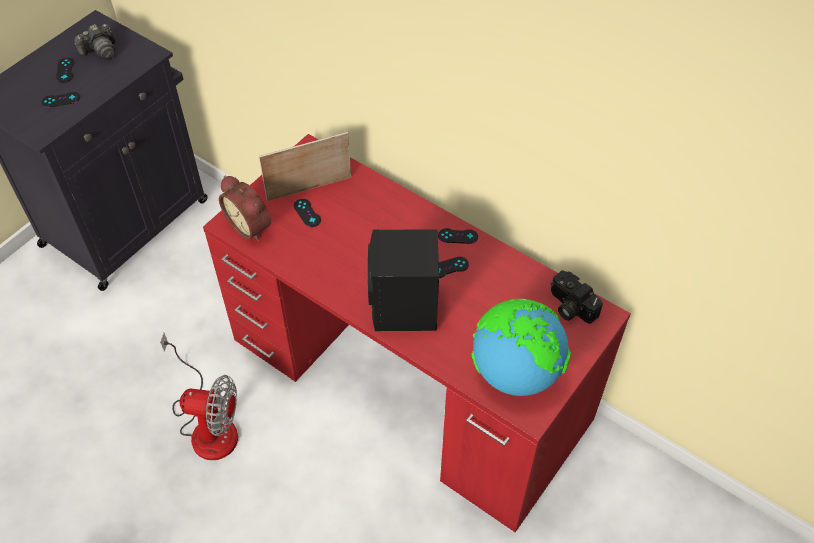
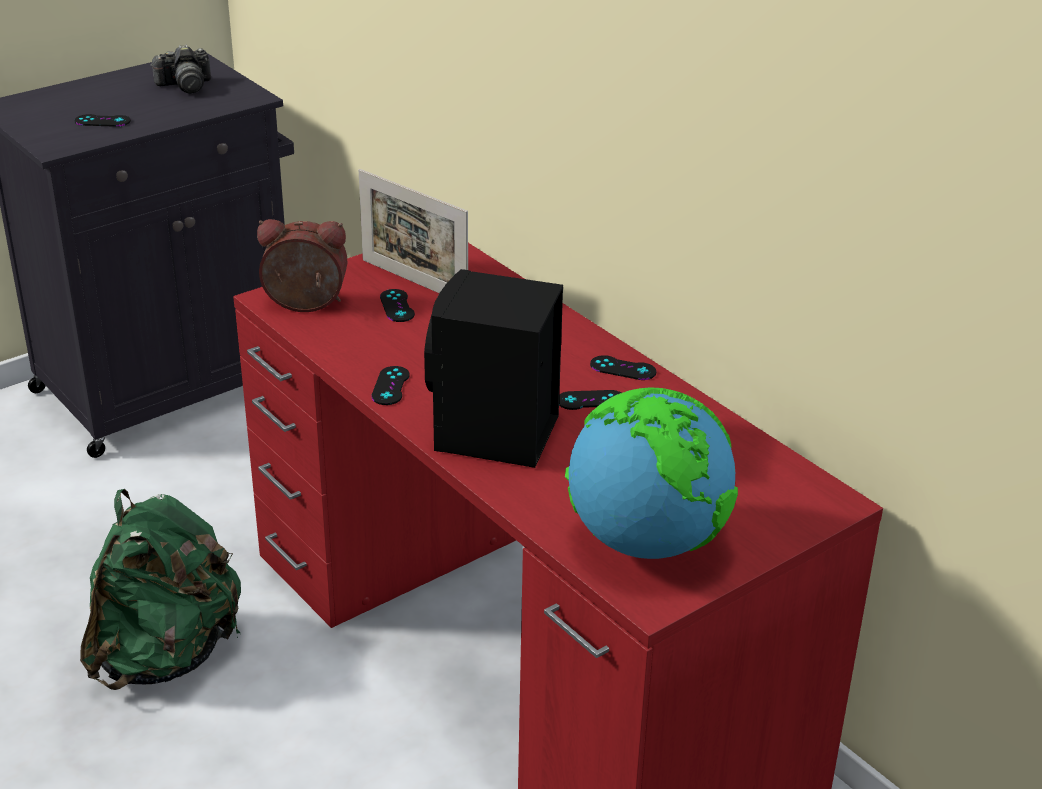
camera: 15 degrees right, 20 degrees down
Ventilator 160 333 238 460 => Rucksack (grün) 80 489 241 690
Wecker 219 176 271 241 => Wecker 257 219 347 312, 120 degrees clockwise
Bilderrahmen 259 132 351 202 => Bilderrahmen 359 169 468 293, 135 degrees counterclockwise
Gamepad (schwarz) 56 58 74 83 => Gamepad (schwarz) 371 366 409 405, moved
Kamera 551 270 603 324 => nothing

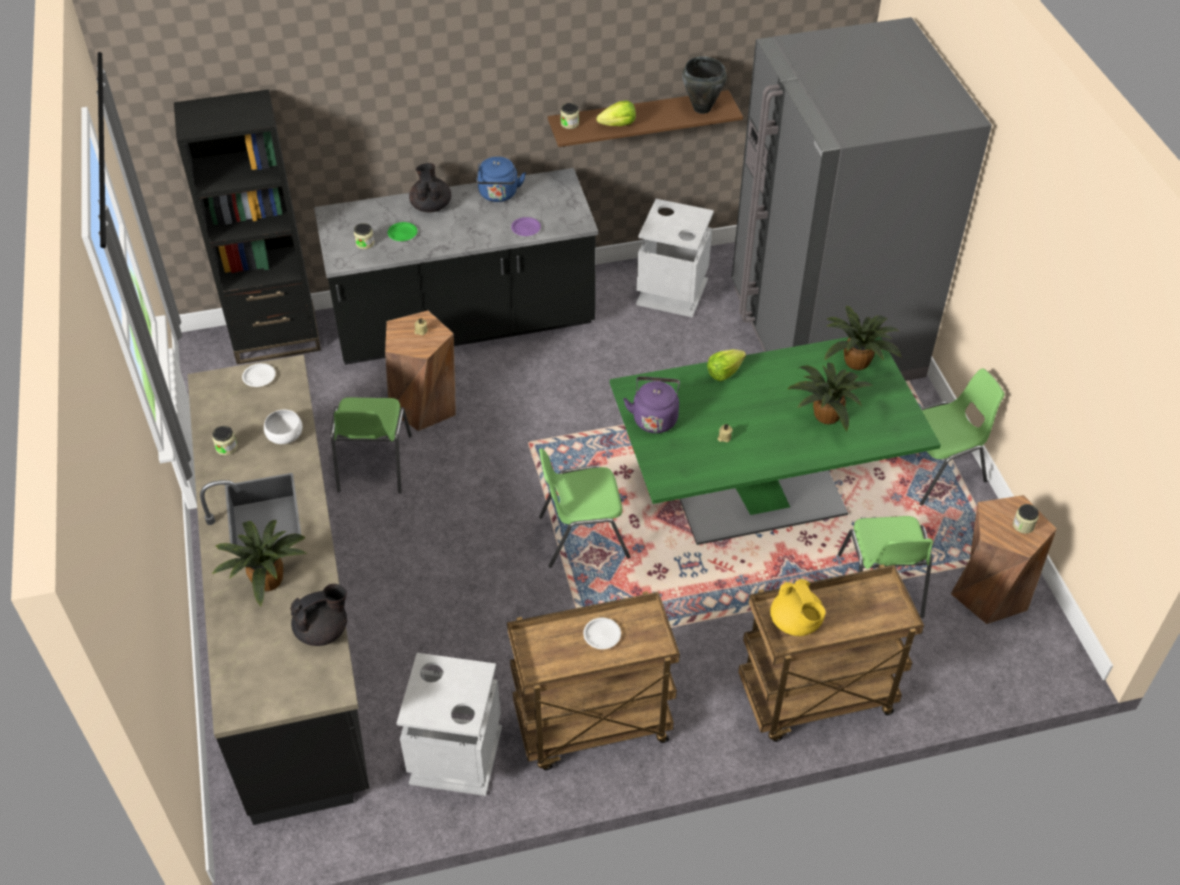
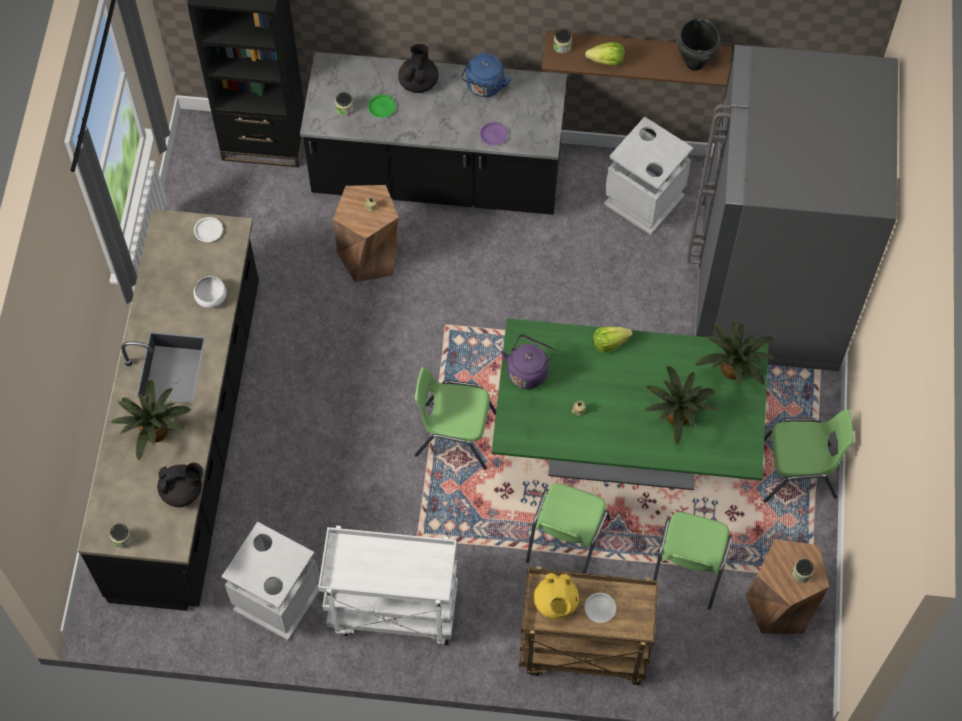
camera: 20 degrees right, 15 degrees up
Vorratsglas 212 426 238 456 => Vorratsglas 110 524 132 548, moved
Rollwagen (braun) 507 591 680 770 => Rollwagen (weiß) 318 526 458 645
Stuhl (grün) 331 397 412 493 => Stuhl (grün) 526 483 610 574, moved
Teller (weiß) 583 618 621 649 => Teller (weiß) 585 593 616 623, moved

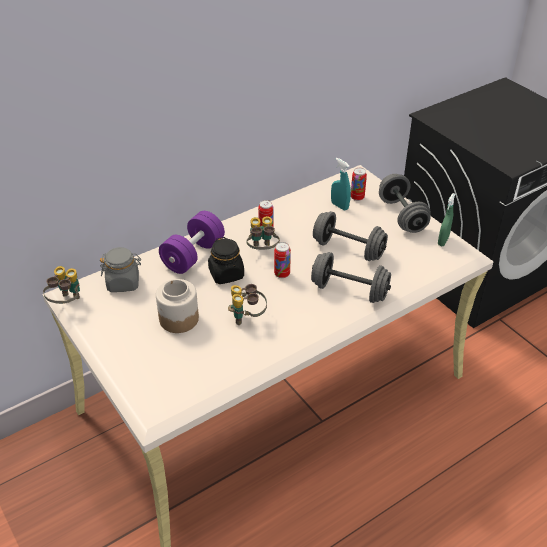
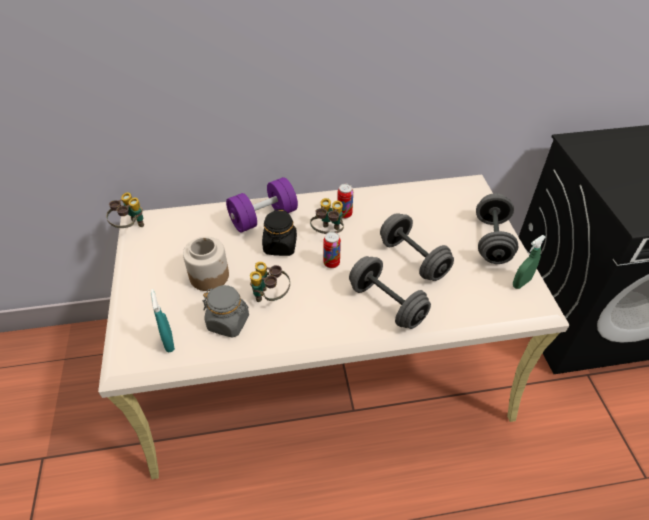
camera: 25 degrees right, 5 degrees up
Sprühflasche (türkis) 331 158 351 210 => Sprühflasche (türkis) 151 289 175 352, moved
Vorratsglas (grau) 100 247 141 292 => Vorratsglas (grau) 202 285 249 338, moved
Dose 351 168 367 201 => nothing

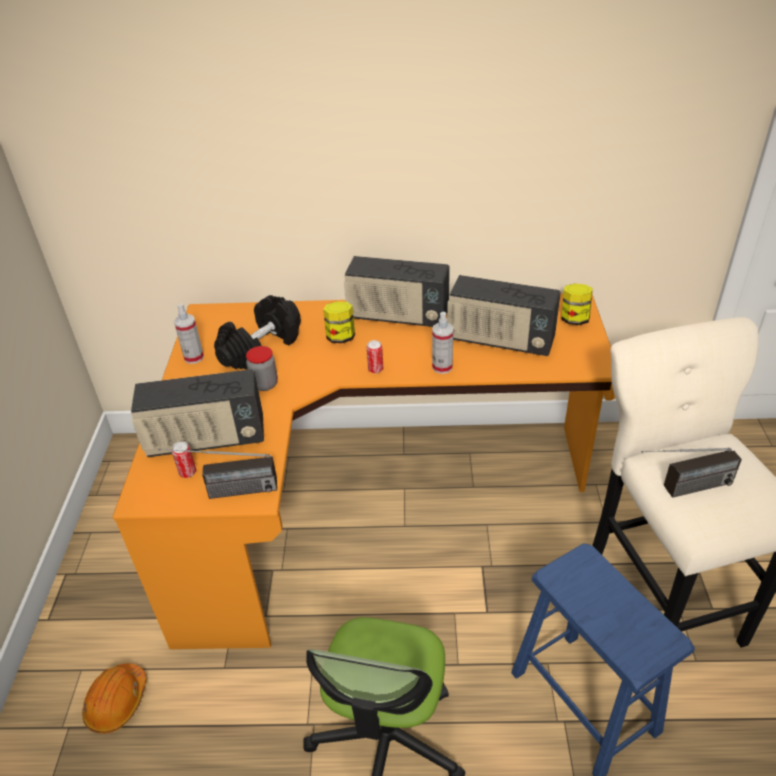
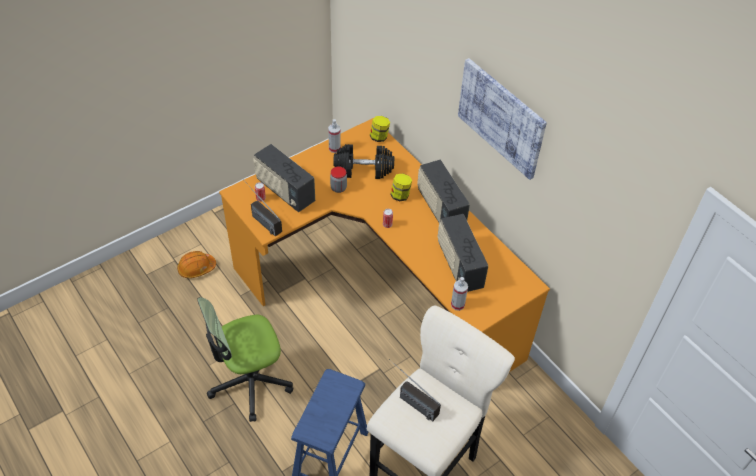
camera: 50 degrees right, 10 degrees up
Vorratsglas 561 283 593 325 => Vorratsglas 370 116 390 142, moved
Sprühflasche 432 312 454 374 => Sprühflasche 451 277 468 311, moved
nothing => Bild 458 58 547 180

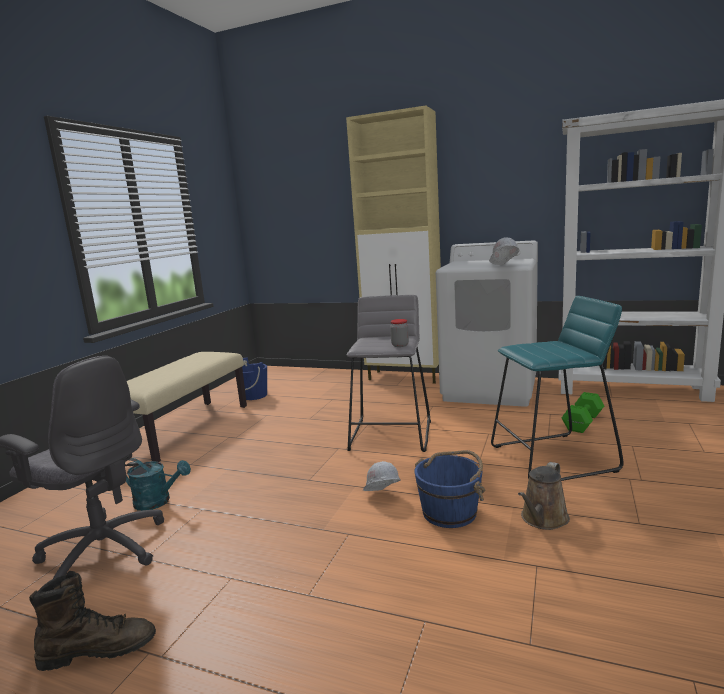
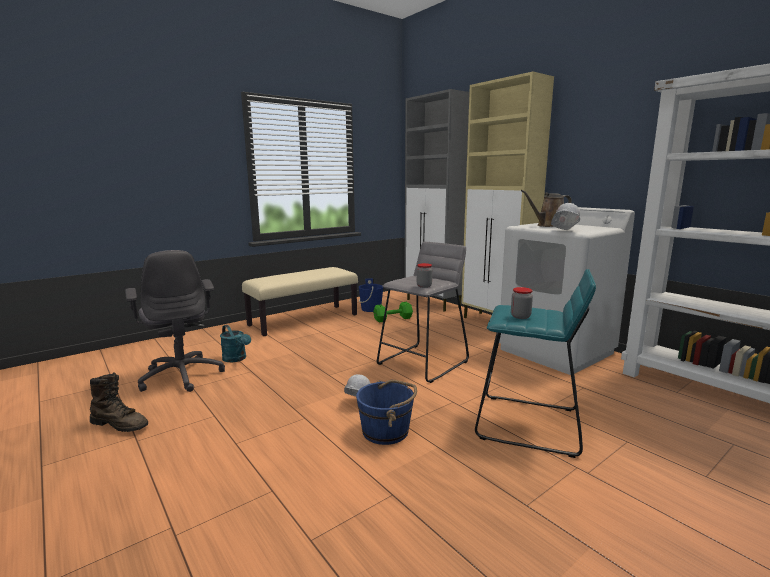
camera: 30 degrees right, 0 degrees up
Hantel (grün) 562 392 604 433 => Hantel (grün) 373 302 413 323, moved
nothing => Schrank (grau) 405 89 470 312
nothing => Vorratsglas 511 287 533 319
Gießkanne (braun) 518 462 570 530 => Gießkanne (braun) 521 190 572 227, moved

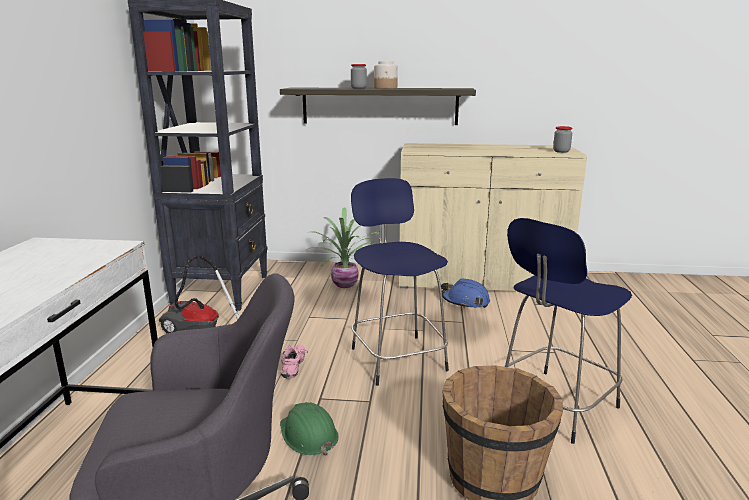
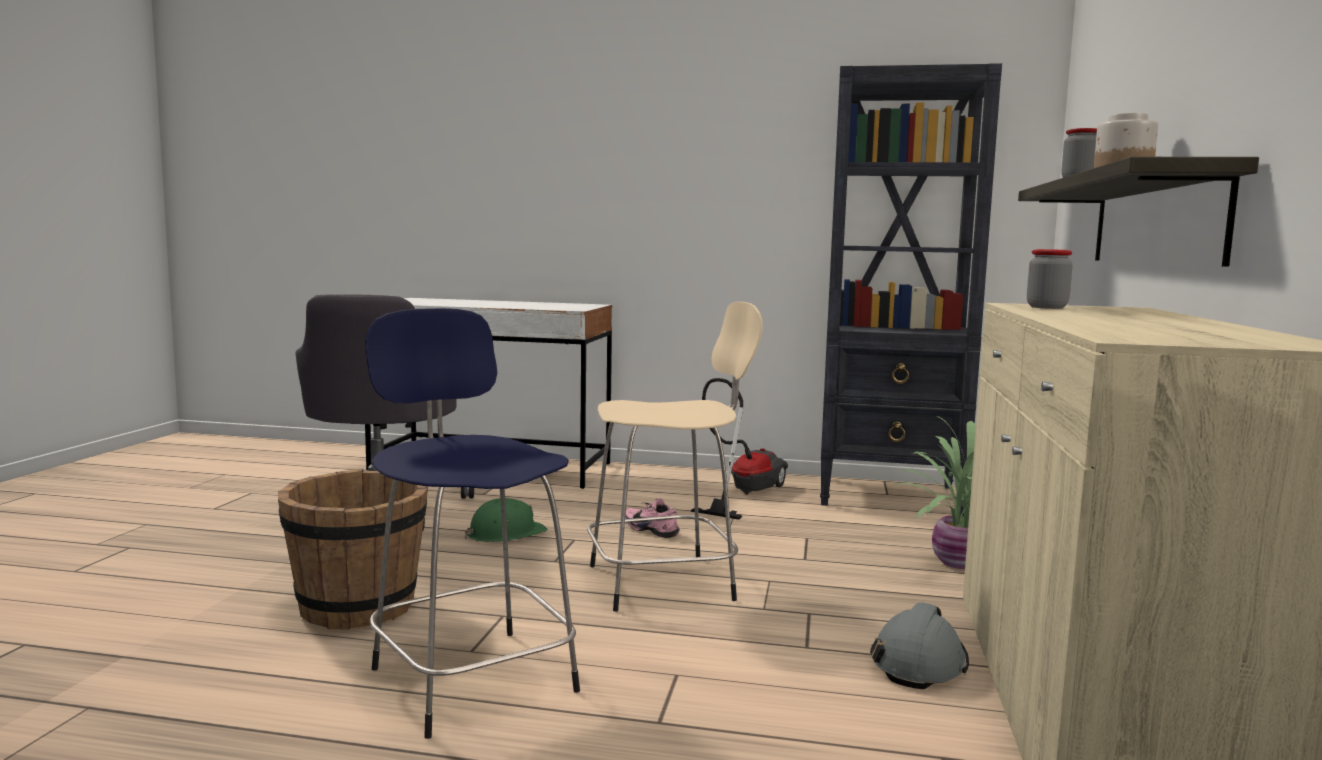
camera: 95 degrees right, 10 degrees down
Hocker (blau) 351 178 449 386 => Hocker (beige) 587 302 762 612
Schuh (rosa) 281 345 309 379 => Schuh (rosa) 625 498 680 538, 150 degrees counterclockwise
Schutzhelm (blau) 441 278 490 308 => Schutzhelm (grau) 870 602 969 689
Vorratsglas 553 126 572 153 => Vorratsglas 1027 249 1073 309, moved

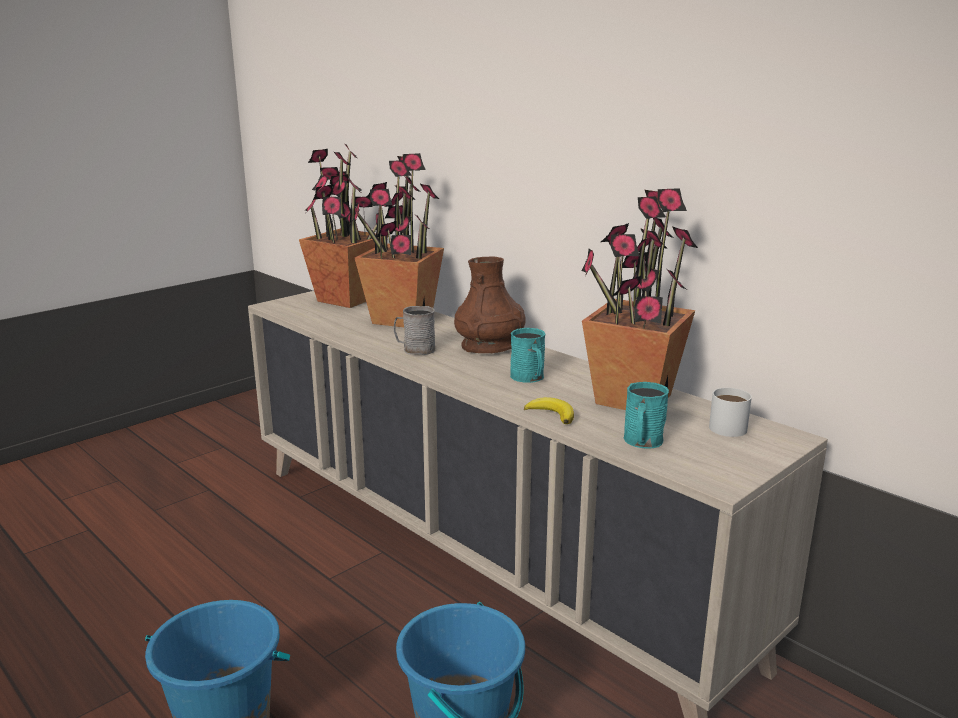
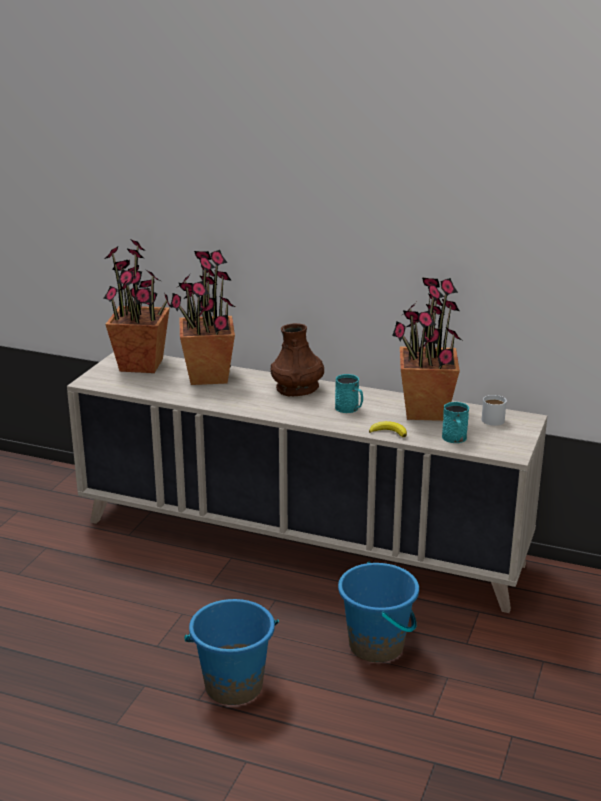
camera: 25 degrees left, 5 degrees up
Henkelbecher (grau) 394 306 435 355 => nothing

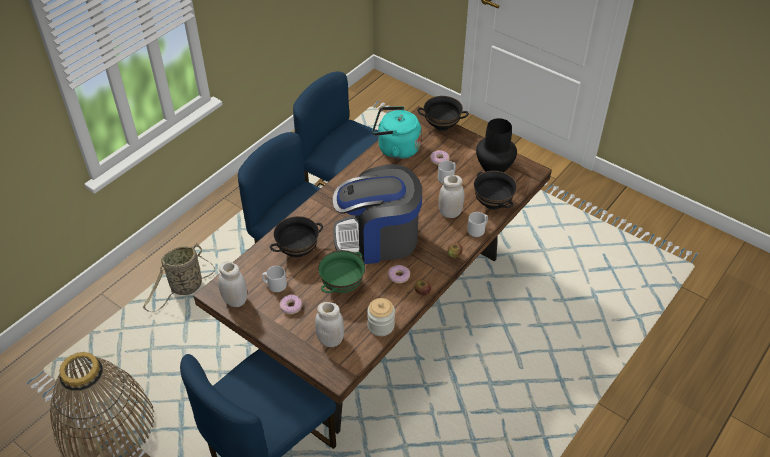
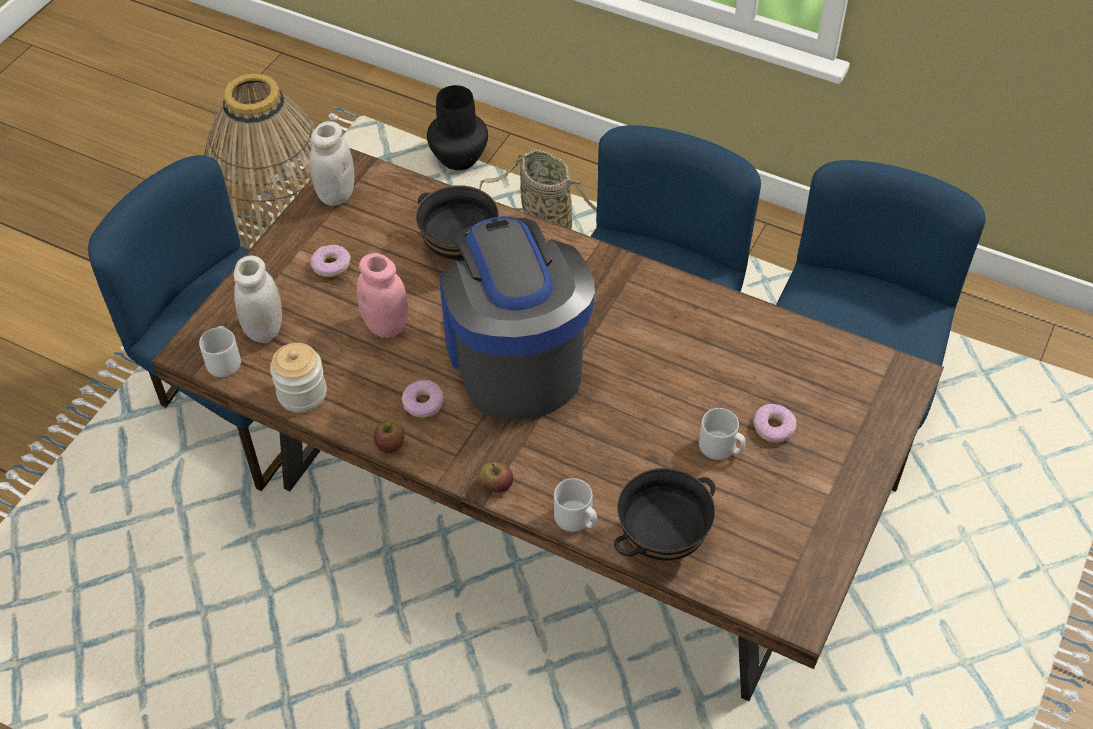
camera: 80 degrees right, 5 degrees up
Henkelbecher (grau) 262 266 287 292 => Henkelbecher (grau) 199 326 241 377, moved
Schüssel (grün) 318 250 365 293 => Vorratsglas (rosa) 357 253 408 338
Vase (schwarz) 476 118 517 172 => Vase (schwarz) 427 85 488 170, moved
Wasserkessel (türkis) 372 106 421 159 => nothing
Schüssel (schwarz) 417 96 469 131 => nothing
Vorratsglas (weiß) 438 175 464 218 => nothing

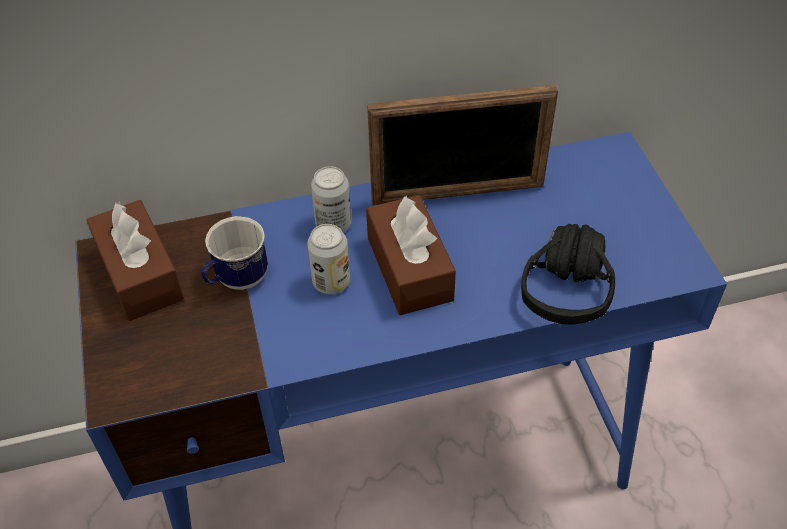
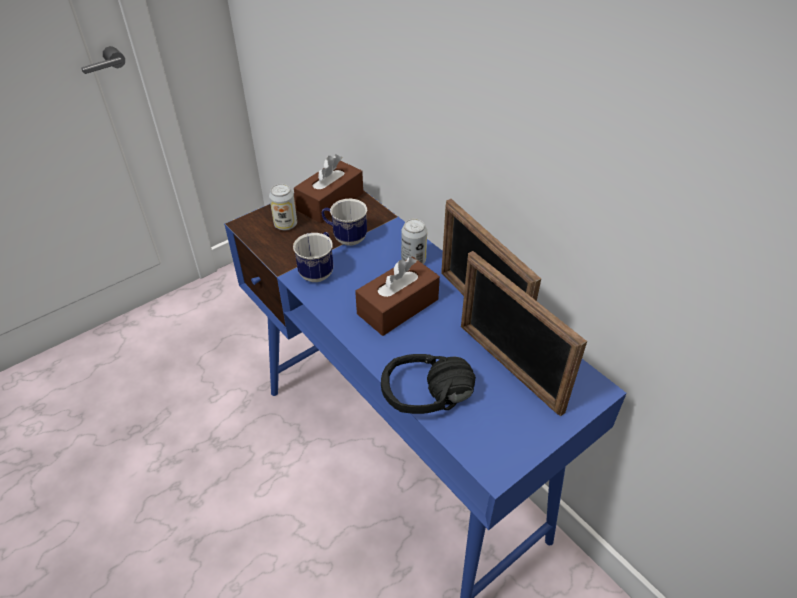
camera: 65 degrees right, 5 degrees down
Dose 307 224 350 294 => Dose 269 184 297 230, moved
nothing => Henkelbecher 293 232 333 282
nothing => Bilderrahmen 461 251 587 416

